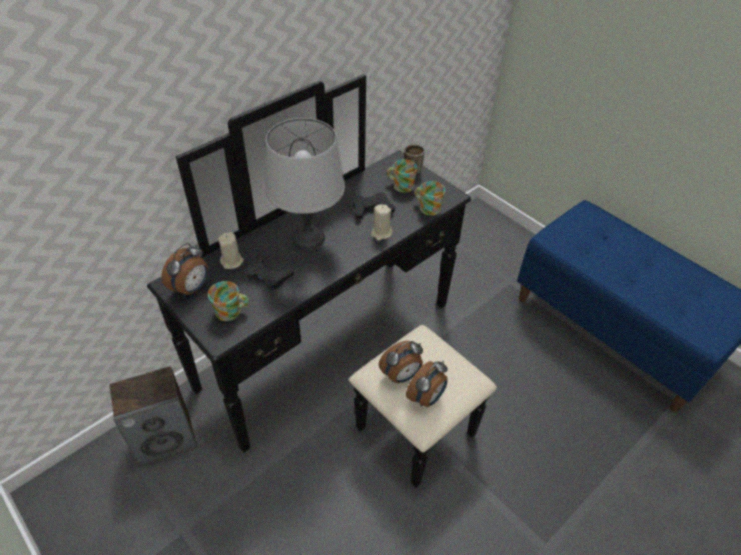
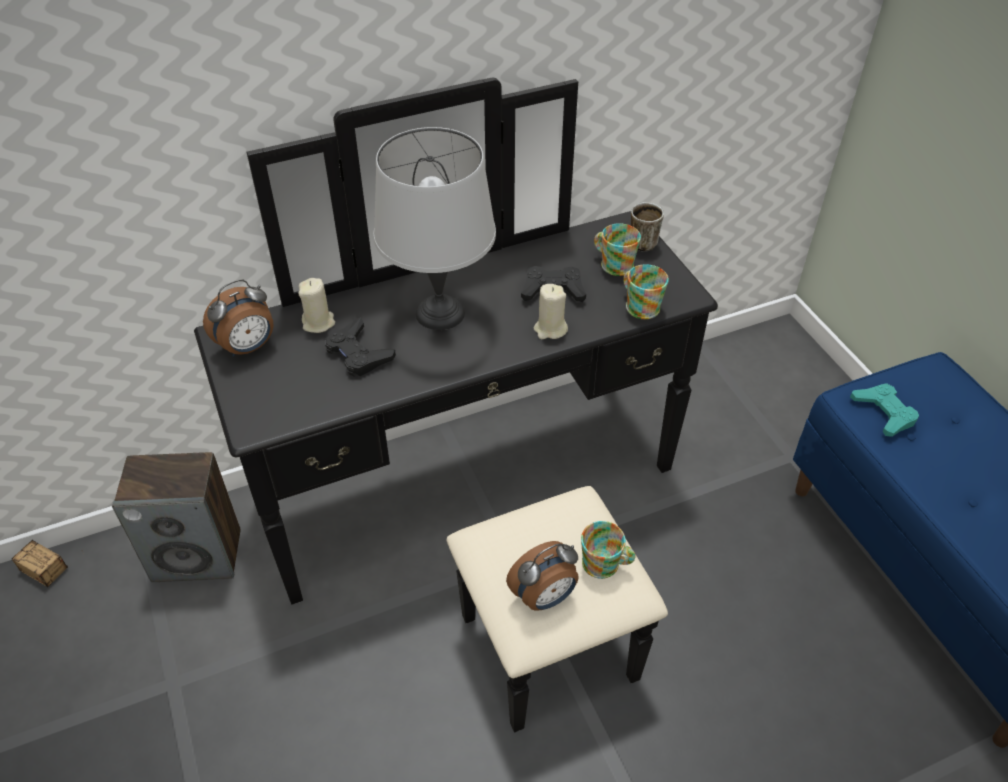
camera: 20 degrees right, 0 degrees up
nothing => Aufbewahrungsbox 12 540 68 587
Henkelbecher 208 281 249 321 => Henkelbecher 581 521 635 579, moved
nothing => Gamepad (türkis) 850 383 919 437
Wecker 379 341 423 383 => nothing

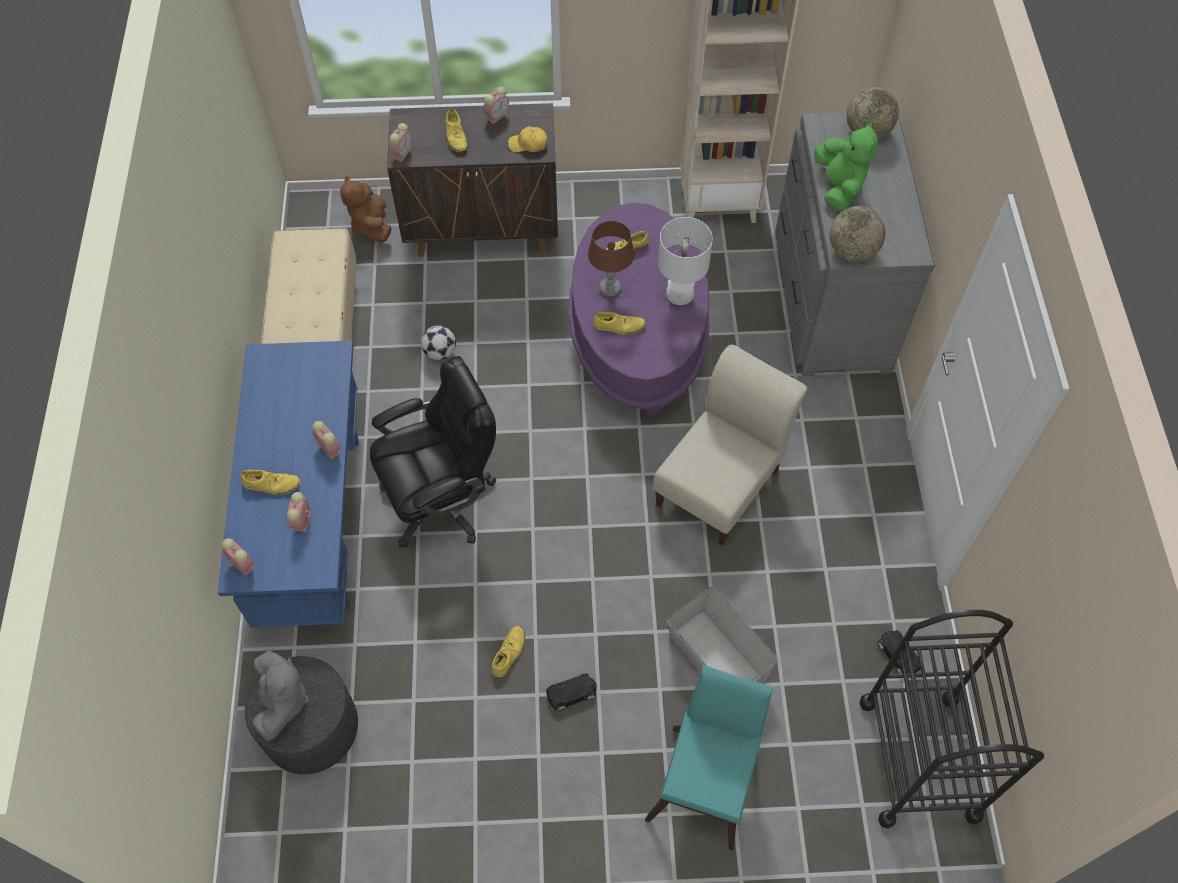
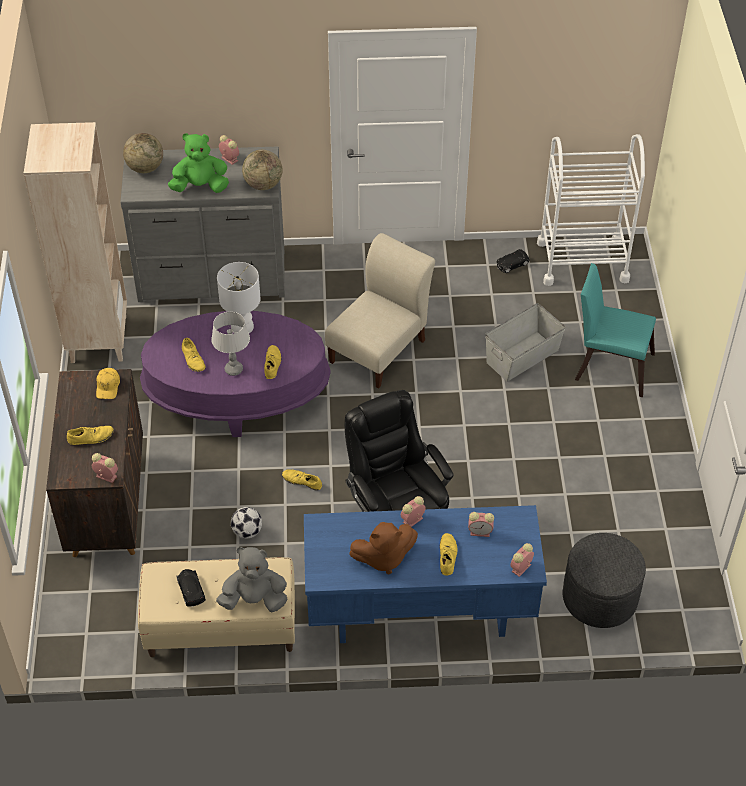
camera: 90 degrees left, 10 degrees down
Spielzeugauto (schwarz) 546 673 597 710 => Spielzeugauto (schwarz) 176 569 206 607, moved
Tischlampe (braun) 588 221 635 297 => Tischlampe (grau) 211 312 250 376
Plüschtier (grau) 252 651 309 741 => Plüschtier (grau) 216 547 288 612, moved
Wecker 483 87 509 124 => Wecker 219 135 239 165, moved
Schuh (gelb) 492 626 525 677 => Schuh (gelb) 282 470 322 491, moved
Stuhl (beige) 653 344 807 545 => Stuhl (beige) 325 233 435 389, 90 degrees clockwise
Plüschtier (braun) 340 176 391 243 => Plüschtier (braun) 349 522 418 574, moved
Rollwagen (schwarz) 860 610 1044 828 => Rollwagen (weiß) 537 134 645 286

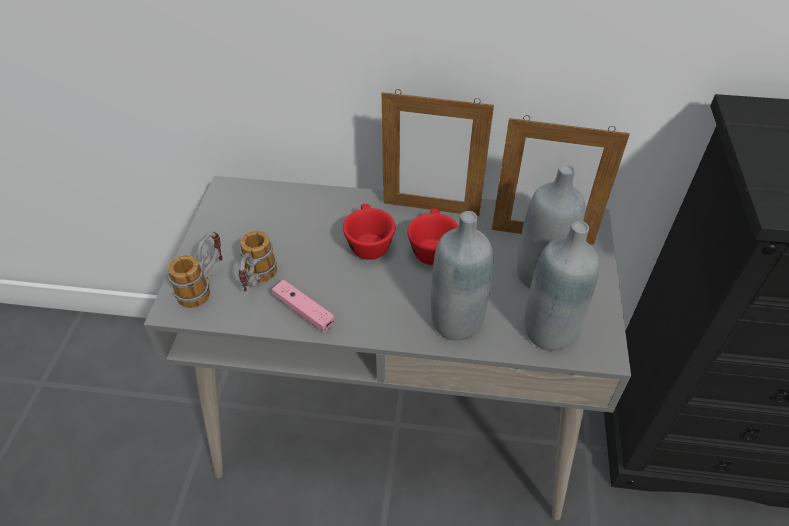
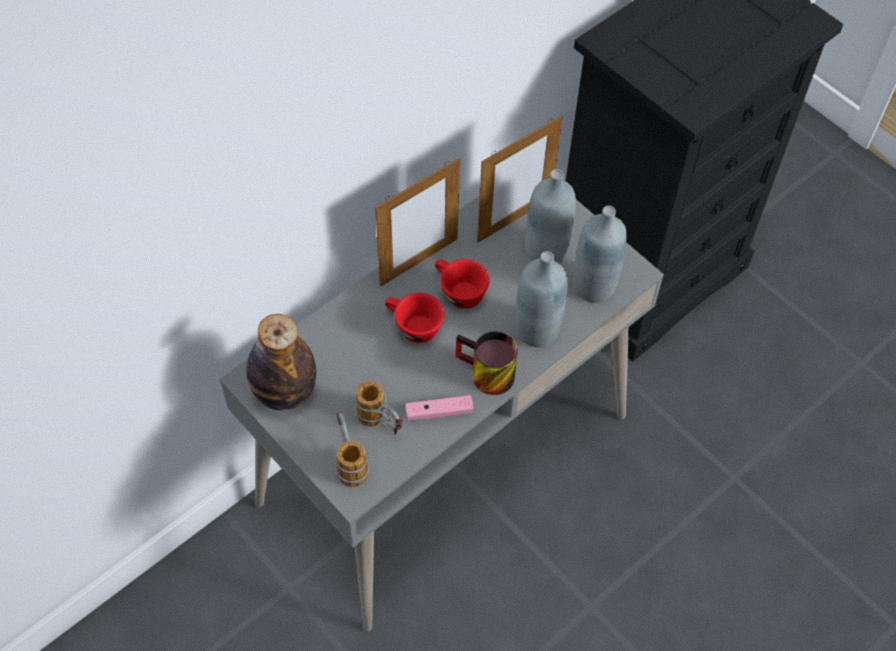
camera: 50 degrees left, 10 degrees up
nothing => Flasche 246 314 316 411
nothing => Henkelbecher 455 331 518 395

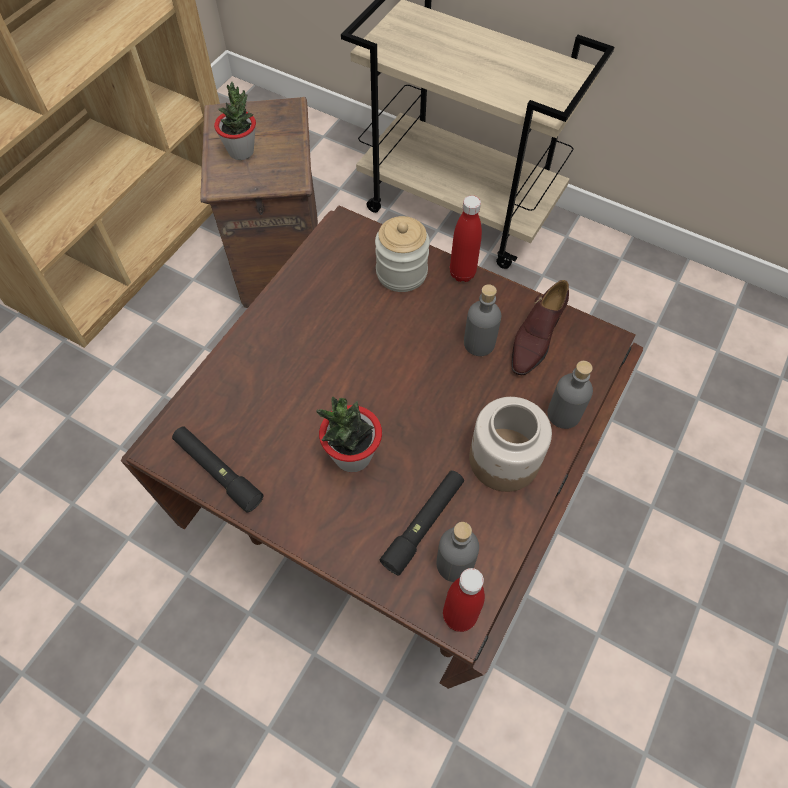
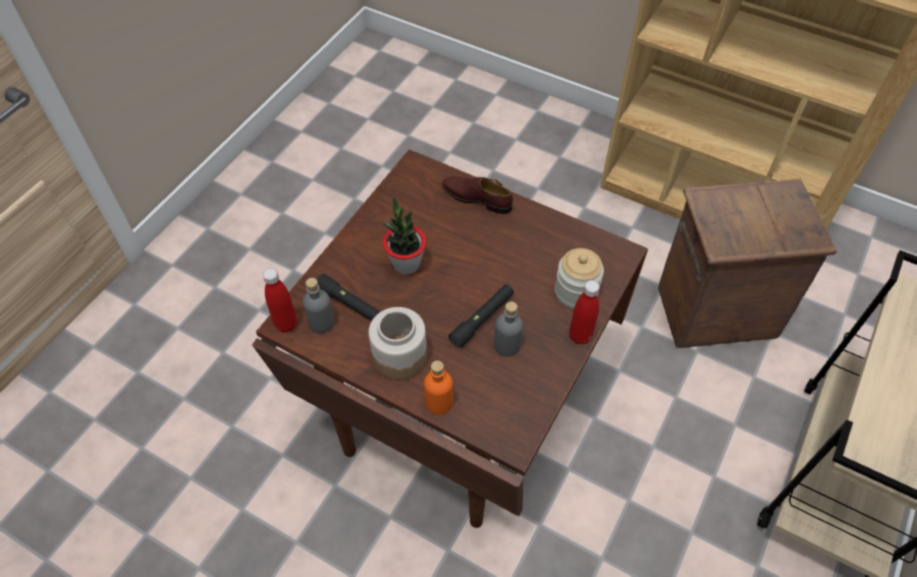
camera: 90 degrees right, 5 degrees down
Flasche (grau) 547 361 593 429 => Flasche (orange) 424 361 453 415
Schuh (braun) 511 280 569 375 => Schuh (braun) 442 176 513 214, moved
Taschenlampe (schwarz) 172 427 263 513 => Taschenlampe (schwarz) 448 284 514 348, moved
Topfpflanze 214 82 256 160 => nothing

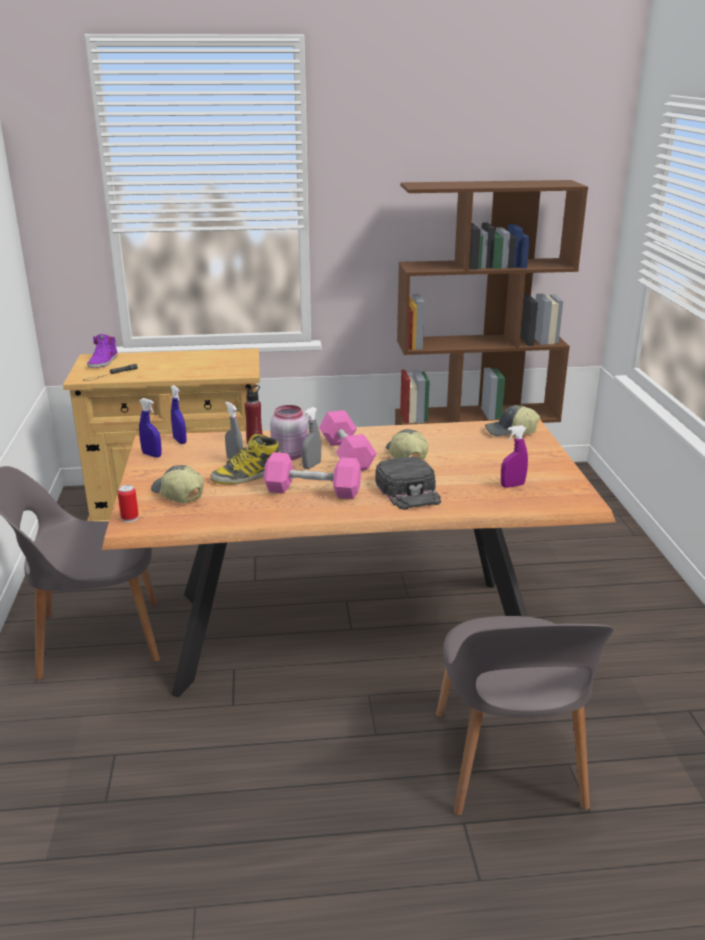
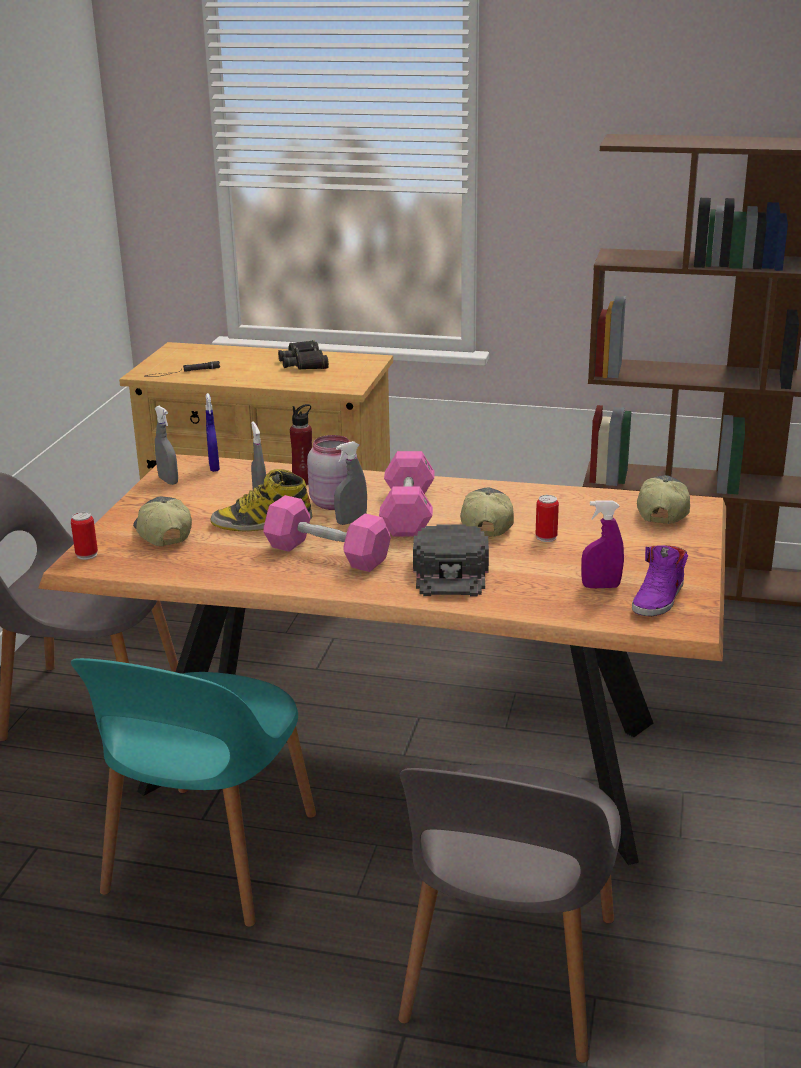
camera: 20 degrees right, 0 degrees up
nothing => Stuhl (türkis) 71 658 316 927
Sprühflasche (blau) 139 398 162 458 => Sprühflasche (grau) 155 406 178 485
nothing => Fernglas (schwarz) 278 340 329 370
nothing => Dose 536 495 559 542
Schuh (lila) 87 334 118 368 => Schuh (lila) 632 545 688 616, moved
Kappe 485 405 540 436 => Kappe 637 475 690 524, 90 degrees clockwise

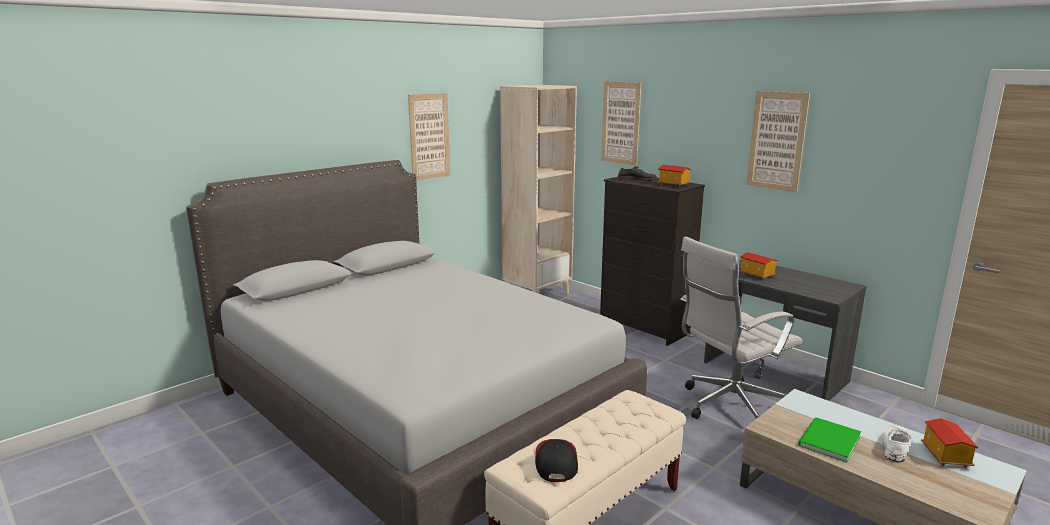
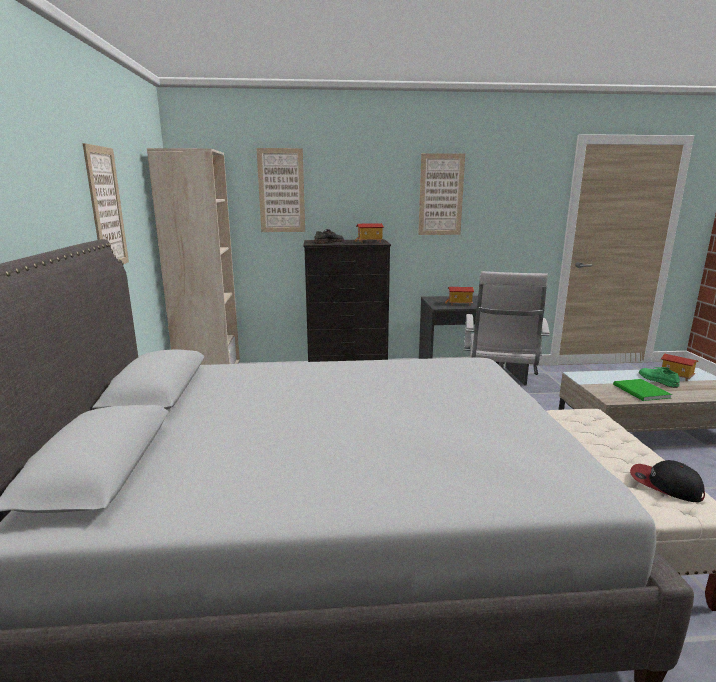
camera: 50 degrees left, 0 degrees up
Schuh (weiß) 882 426 912 462 => Schuh (grün) 639 367 680 388

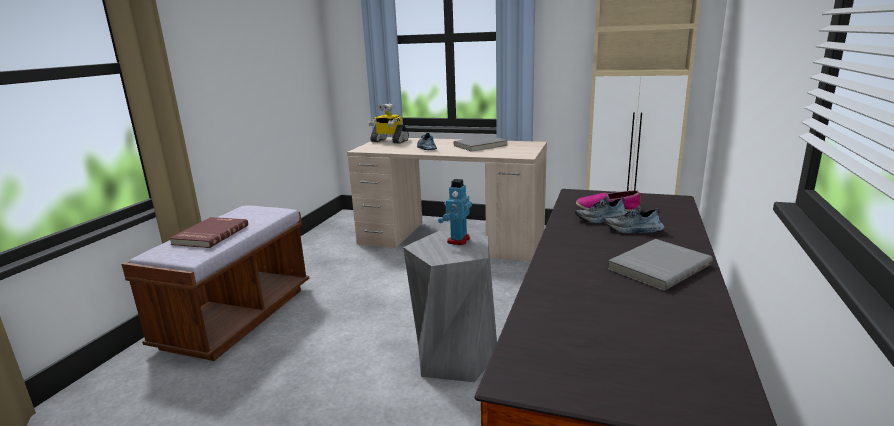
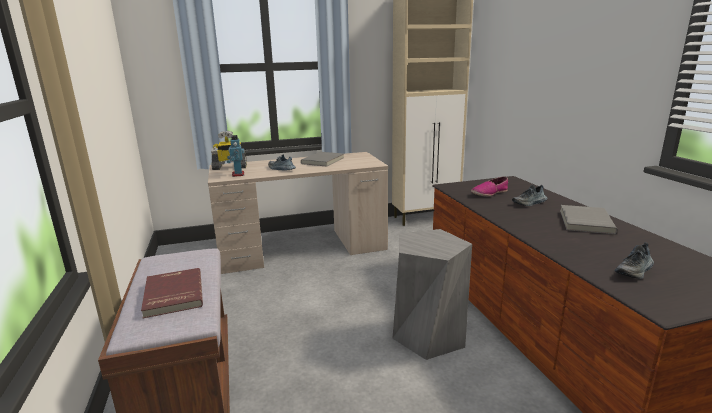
camera: 35 degrees left, 0 degrees up
Spielzeugroboter 438 179 472 245 => Spielzeugroboter 227 135 244 177, moved
Schuh 575 196 627 223 => Schuh 614 242 654 279, moved

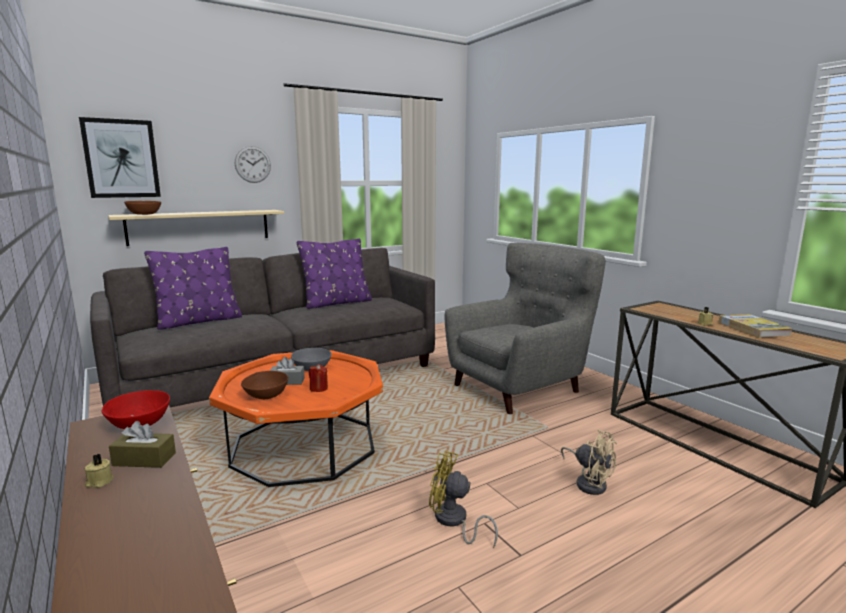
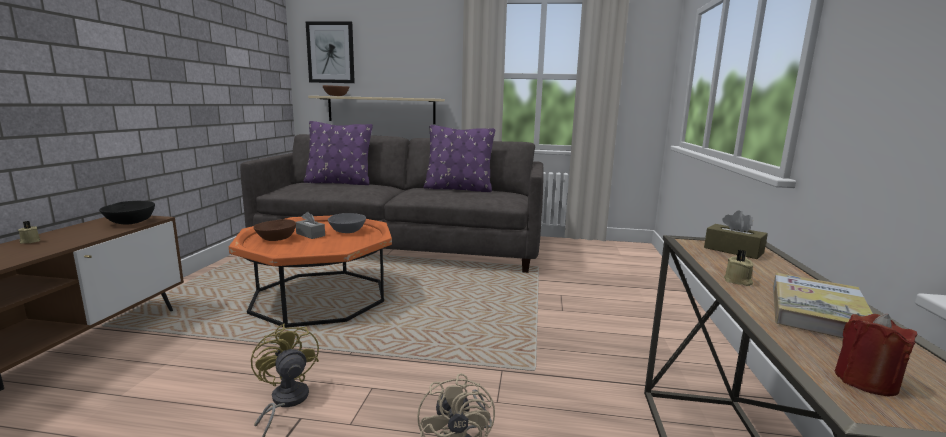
camera: 40 degrees right, 0 degrees up
Schüssel (rot) 101 390 170 429 => Schüssel (schwarz) 99 201 155 225
Taschentuchbox (braun) 109 421 176 468 => Taschentuchbox (braun) 704 211 768 259, moved
Kerze (rot) 309 364 328 392 => Kerze (rot) 835 314 917 396, moved
Wanduhr 235 146 271 183 => nothing
Sessel (grau) 445 243 606 414 => nothing

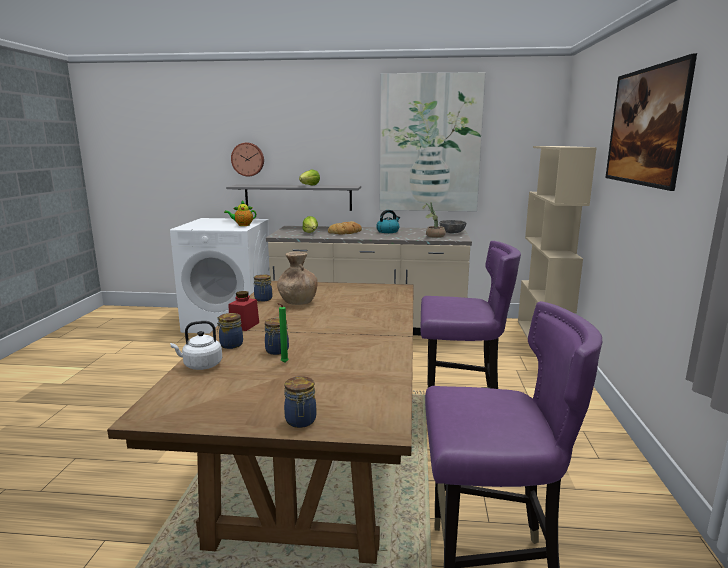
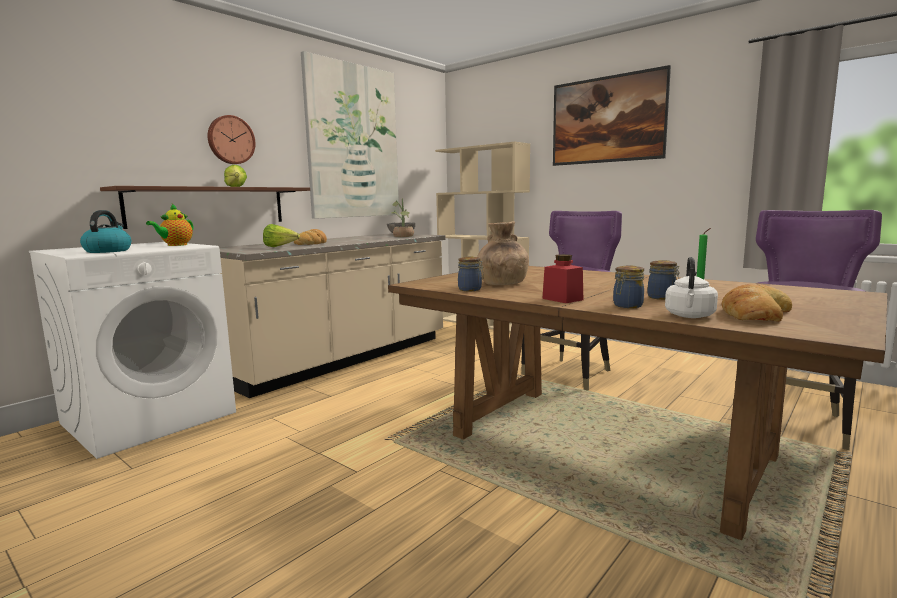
camera: 55 degrees left, 5 degrees down
Wasserkessel 376 210 400 233 => Wasserkessel 80 210 131 253, moved
Wandregal (grau) 226 185 361 211 => Wandregal (braun) 100 186 310 229
Wanduhr 231 143 264 177 => Wanduhr 208 115 255 164, moved
nothing => Brot 722 284 792 322
Vorratsglas 284 376 316 428 => nothing

